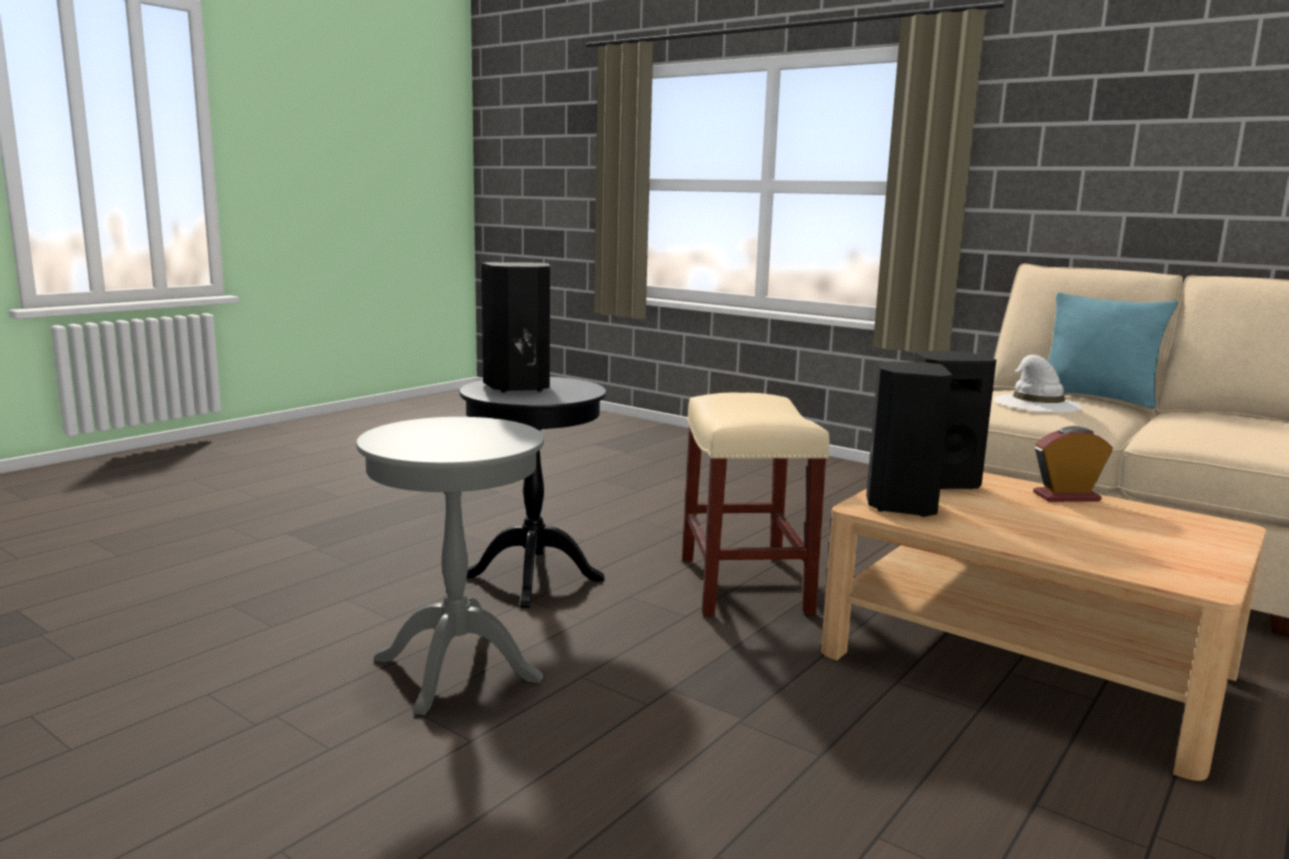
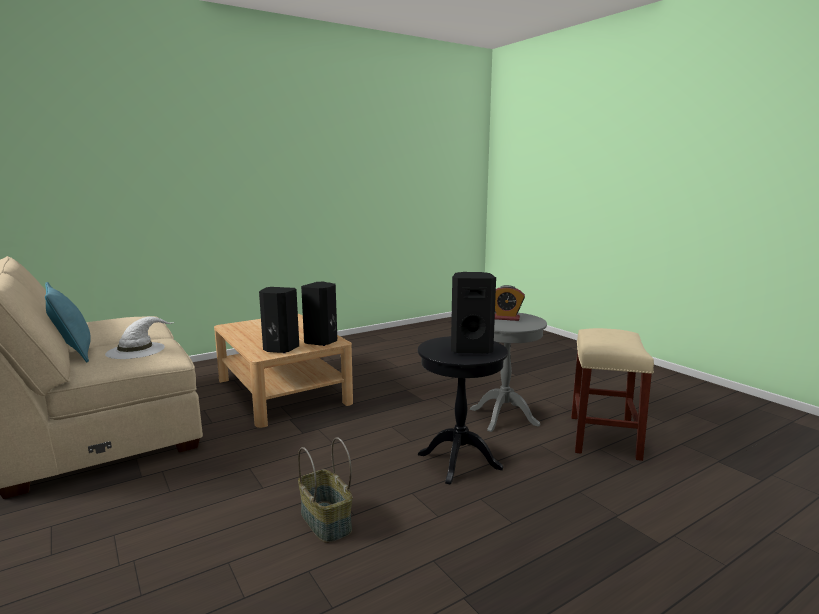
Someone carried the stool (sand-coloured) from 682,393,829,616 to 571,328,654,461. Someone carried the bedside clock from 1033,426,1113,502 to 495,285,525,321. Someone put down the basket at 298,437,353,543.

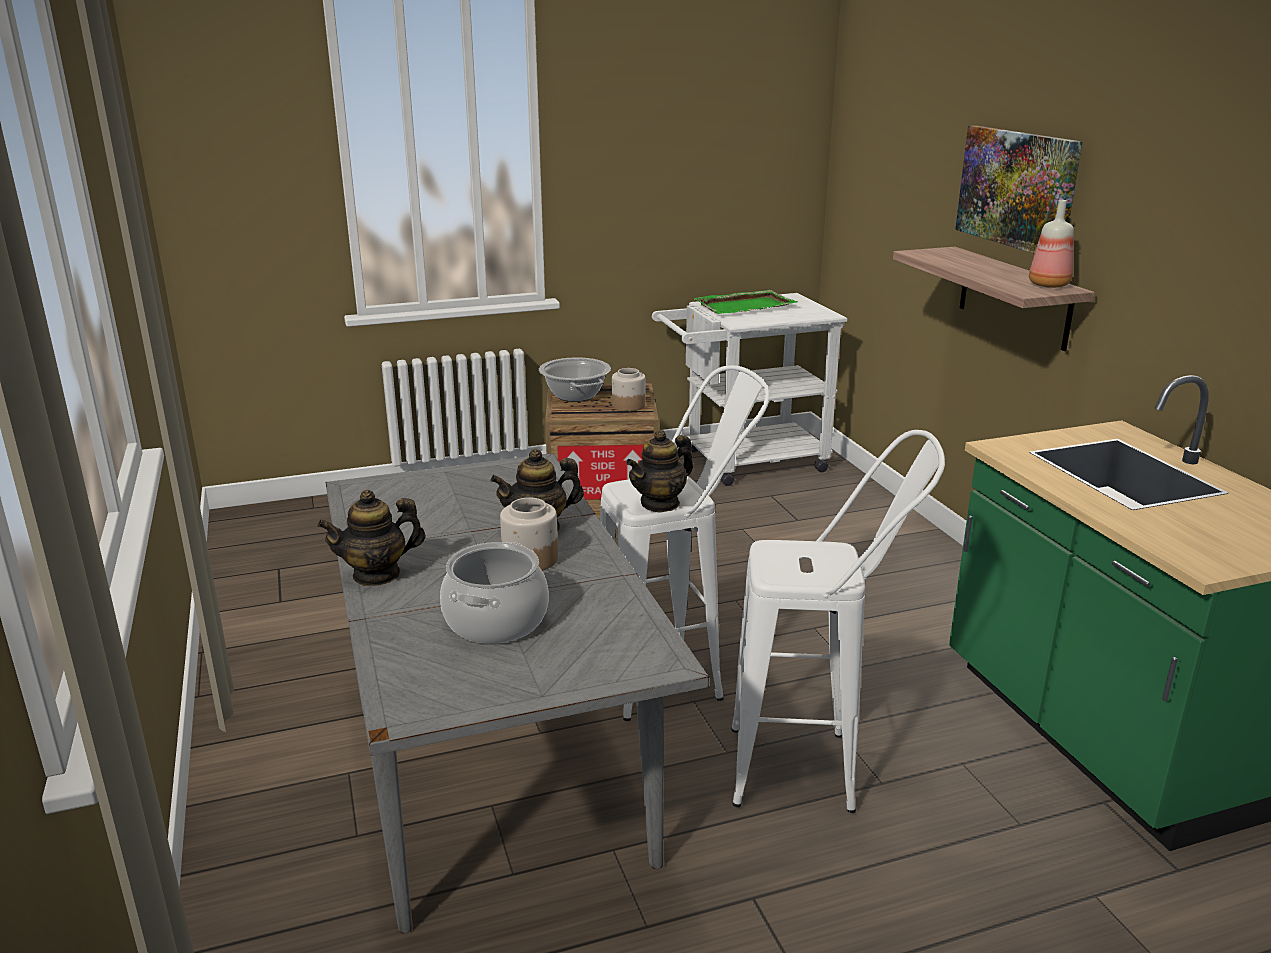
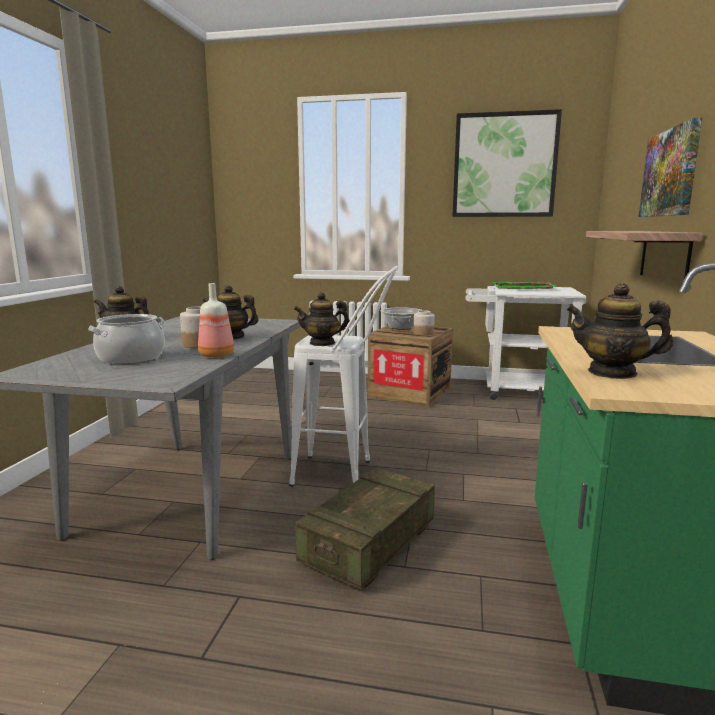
Someone swapped the stool (white) at 731,430,945,813 for the crate at 295,468,435,590. Someone carried the bottle from 1029,200,1074,288 to 198,283,234,358. Someone put up the wall art at 452,109,562,217. Someone put down the tea pot at 567,283,673,379.

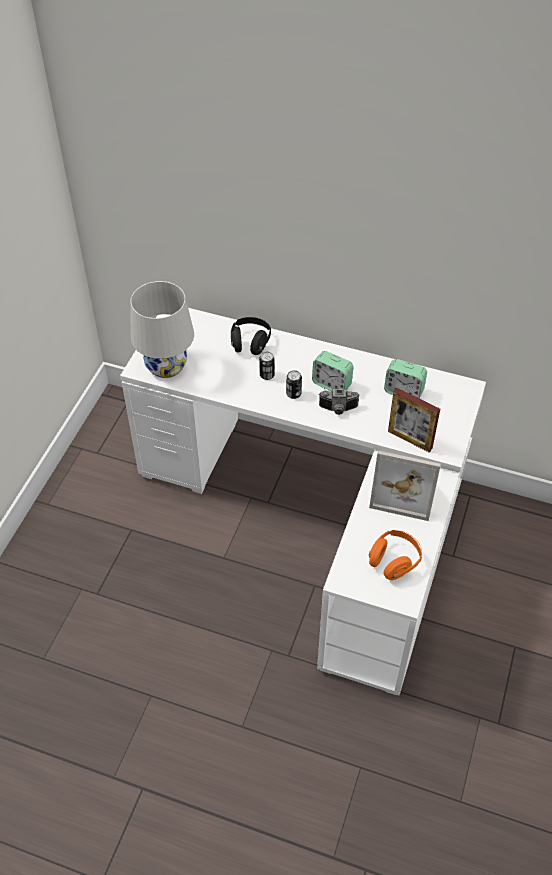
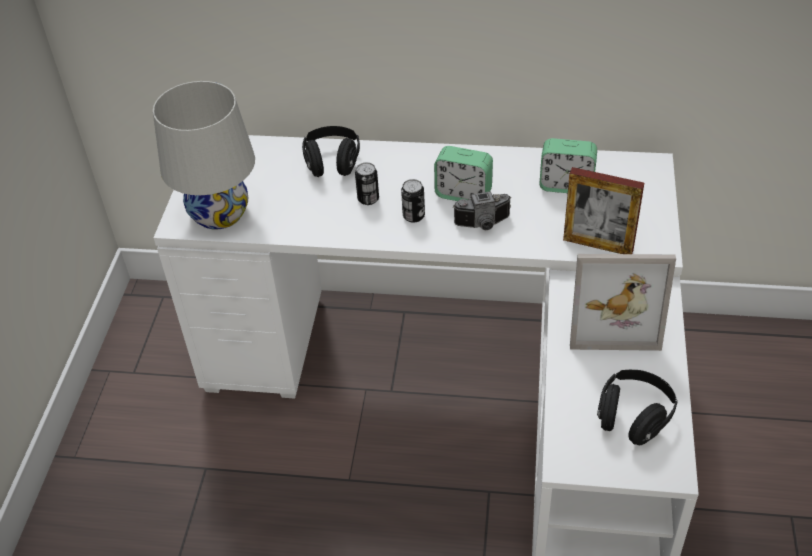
Someone repainted the headphones (orange-coloured) at 369,530,422,580, which became the headphones (black) at 597,370,678,445.

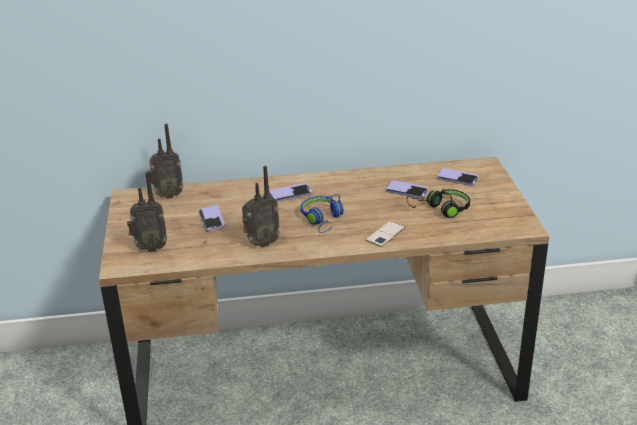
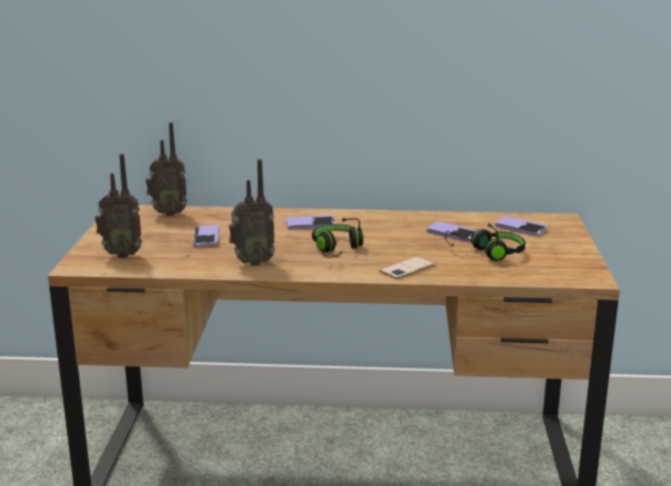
Someone repainted the headphones (bluish) at 301,195,344,233, which became the headphones (black) at 312,218,364,258.

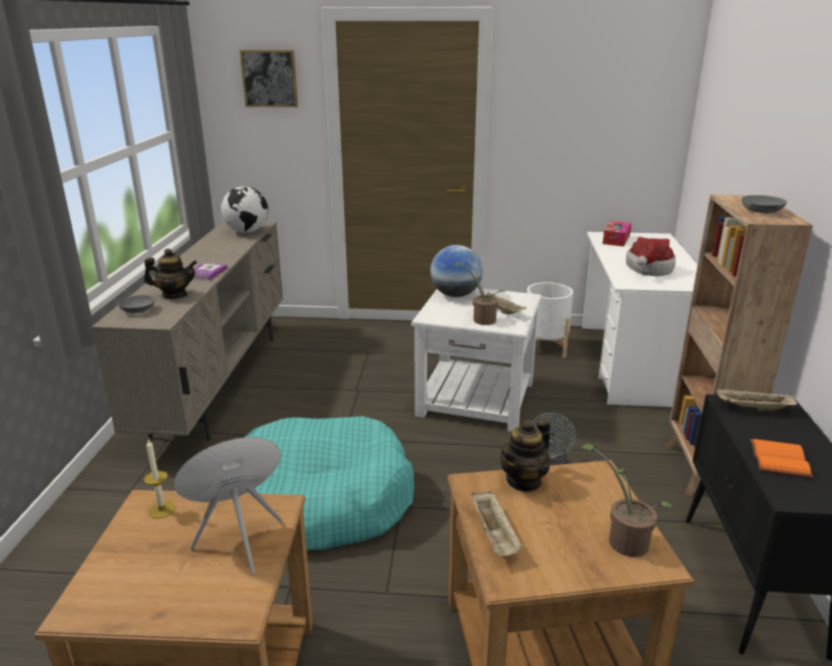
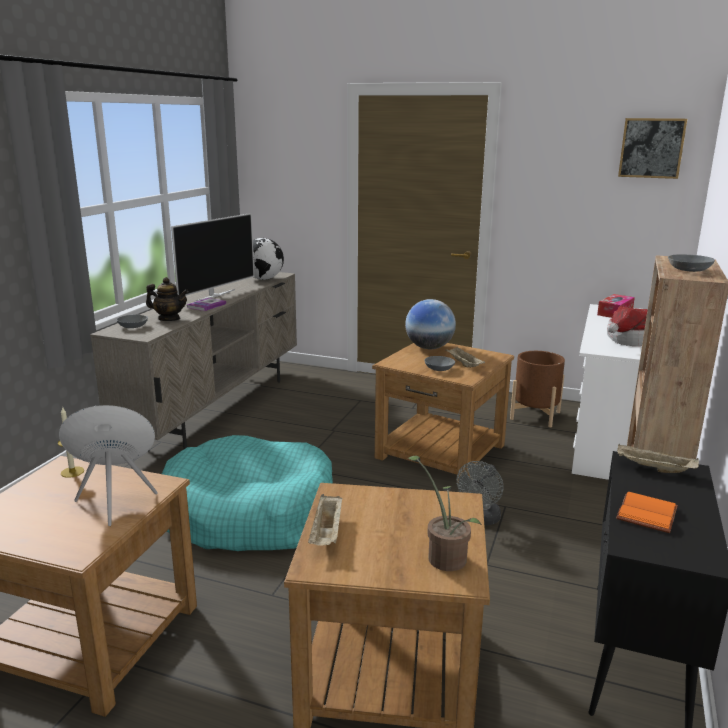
Someone carried the wall art from 240,50,298,107 to 618,118,687,179. Someone repainted the accent table (white) at 411,288,541,432, which became the accent table (brown) at 372,343,514,483. Someone swapped the potted plant at 454,263,507,325 for the bowl (gray) at 424,356,455,371. Someone took away the tea pot at 500,419,550,492. Someone repainted the plant pot (white) at 527,282,573,358, which became the plant pot (brown) at 510,351,565,427. Someone put down the TV at 171,213,254,301.

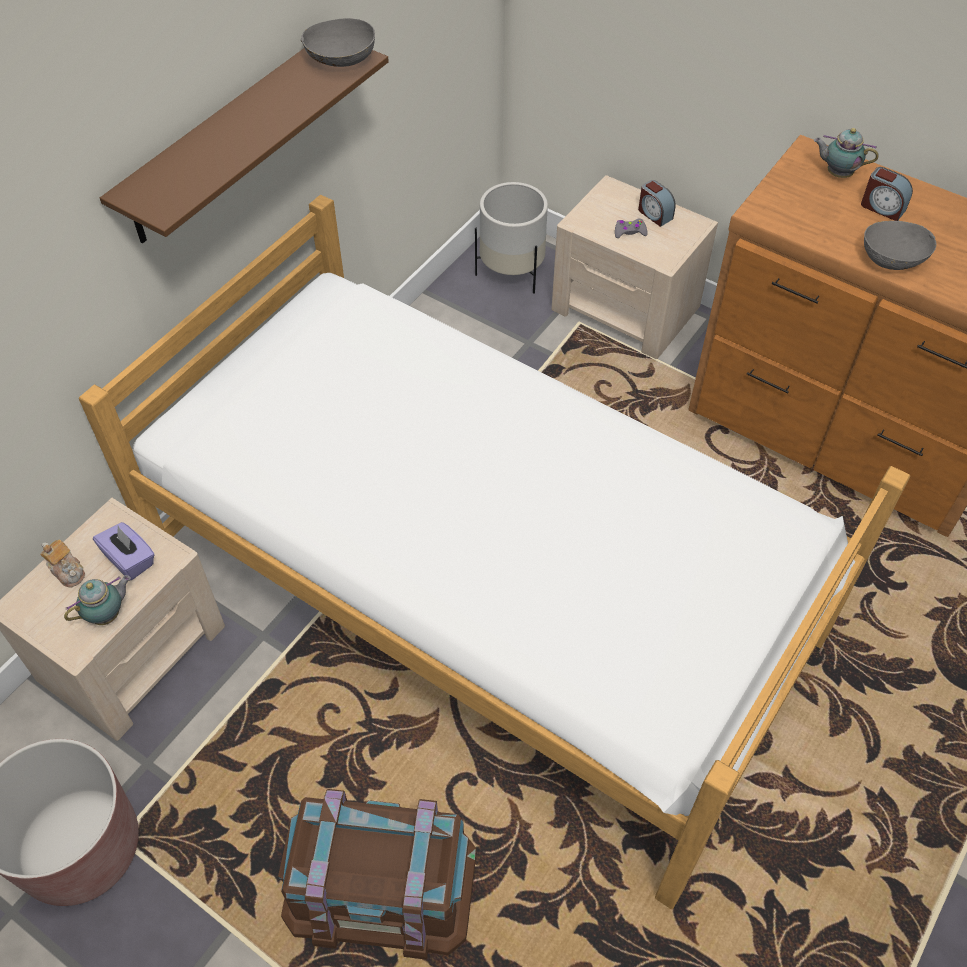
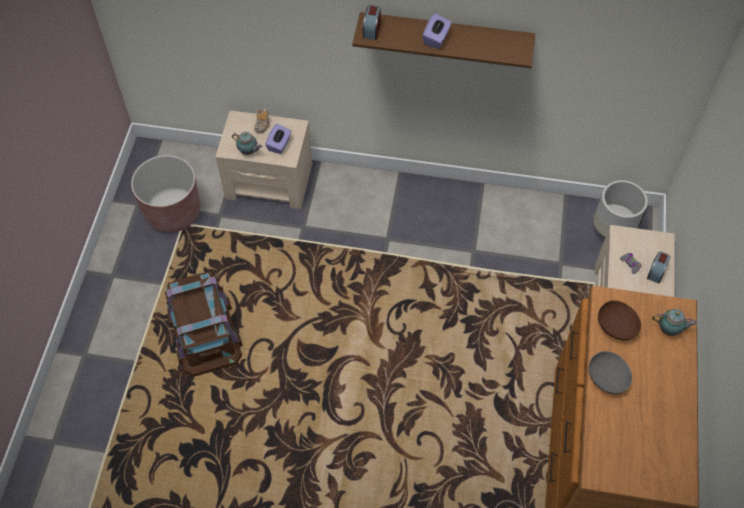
Someone took away the sleeping bed at 79,194,911,909. Someone took away the bowl (gray) at 301,18,375,67. Someone rotated the tea pot at 814,128,879,178 by 105 degrees clockwise. Someone carried the bedside clock from 861,167,913,221 to 363,5,381,40. Someone put down the box of tissues (purplish) at 423,13,452,49. Someone put down the bowl (brown) at 598,300,642,340.

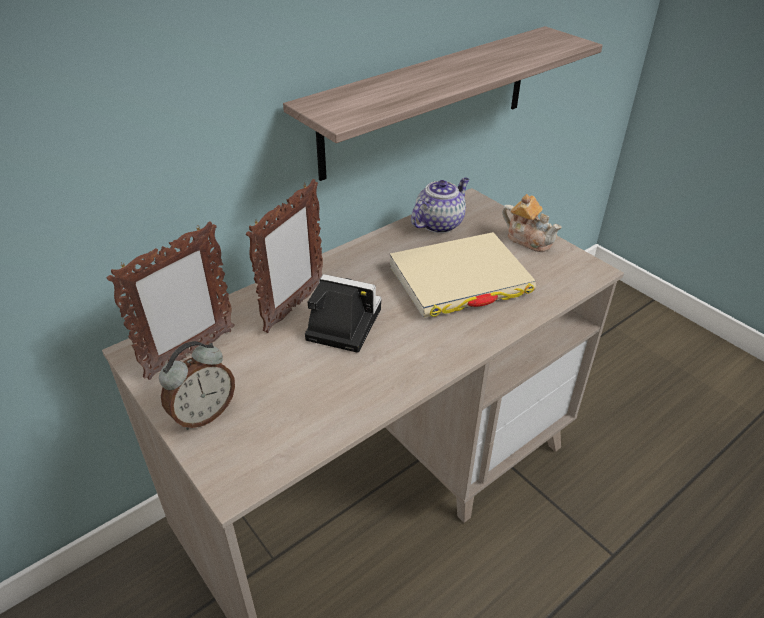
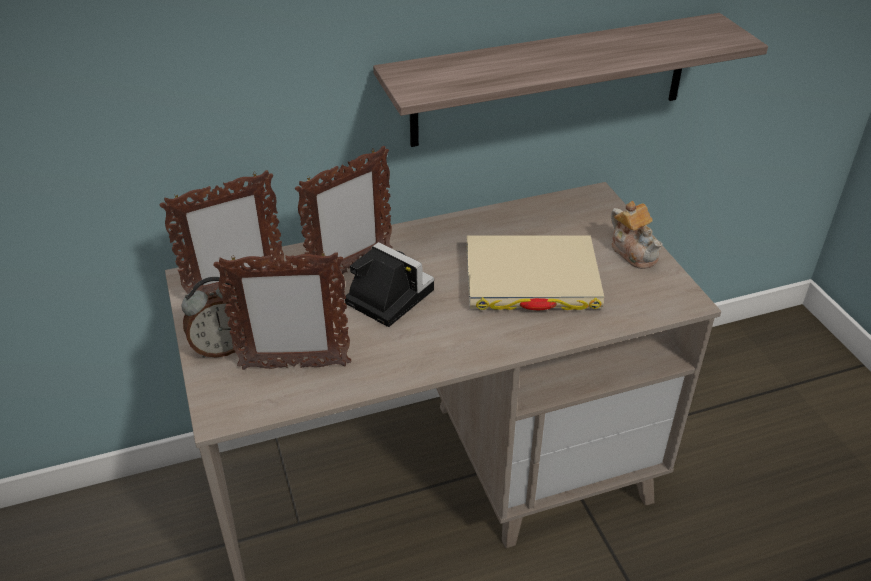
Someone took away the tea pot at 411,178,470,233. Someone put down the photo frame at 213,251,351,370.

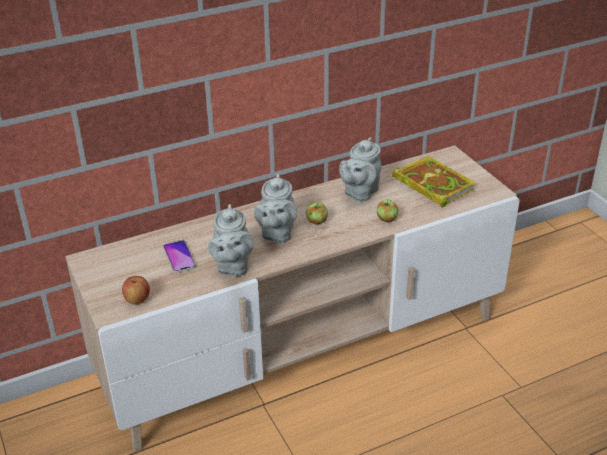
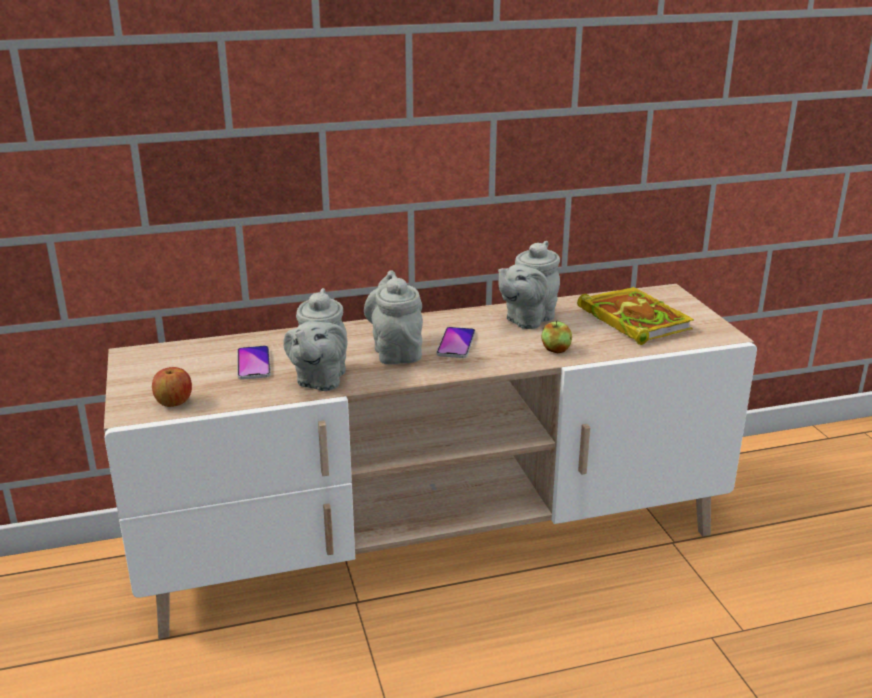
Someone rotated the tea pot (gray) at 254,174,297,243 by 150 degrees clockwise. Someone swapped the whole apple at 306,203,328,225 for the telephone at 437,327,475,358.

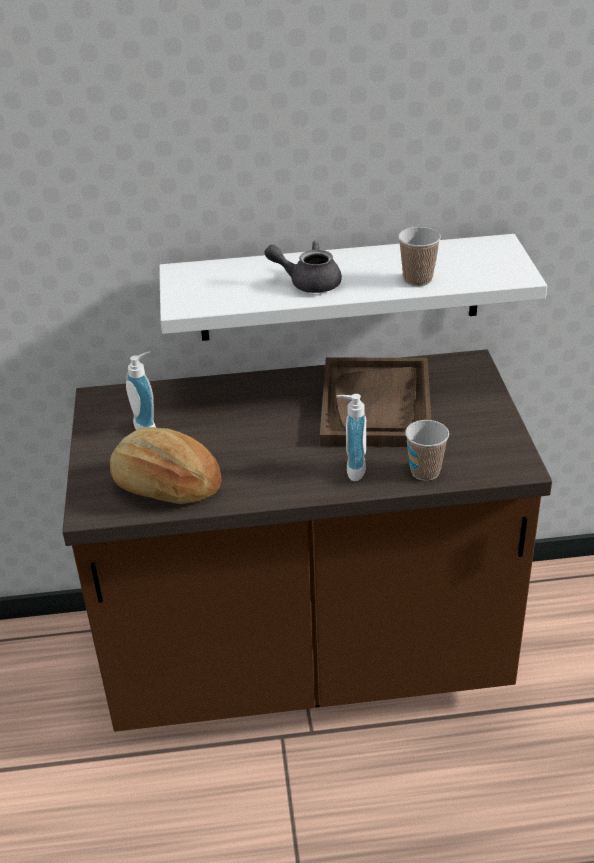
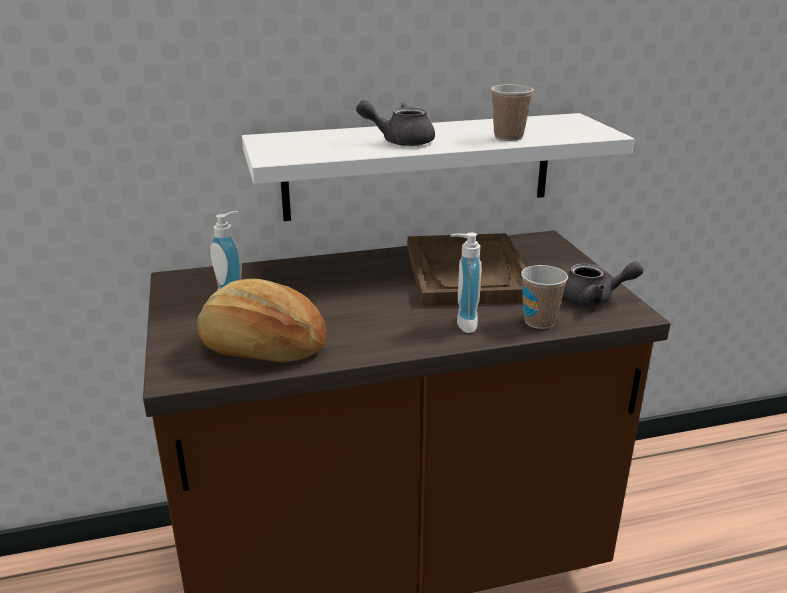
Someone put down the tea pot (gray) at 562,262,643,306.

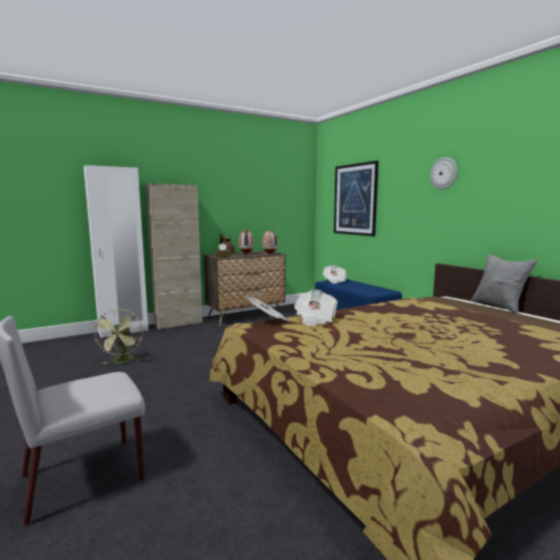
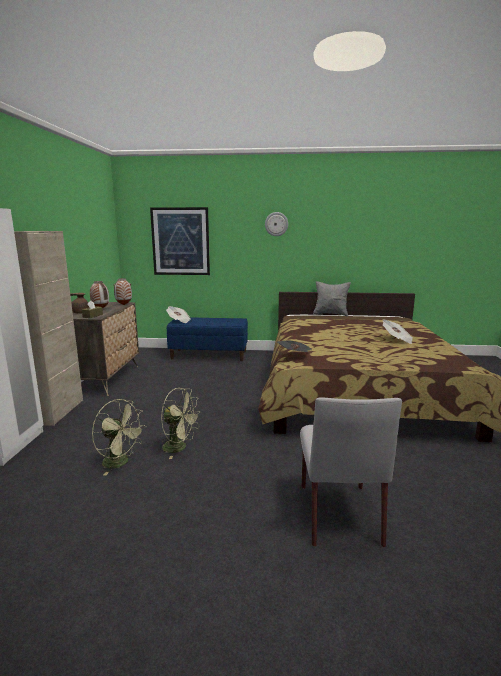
Someone carried the daily paper from 294,290,338,326 to 382,319,413,344. Someone put down the cooling fan (green) at 161,388,201,459.

